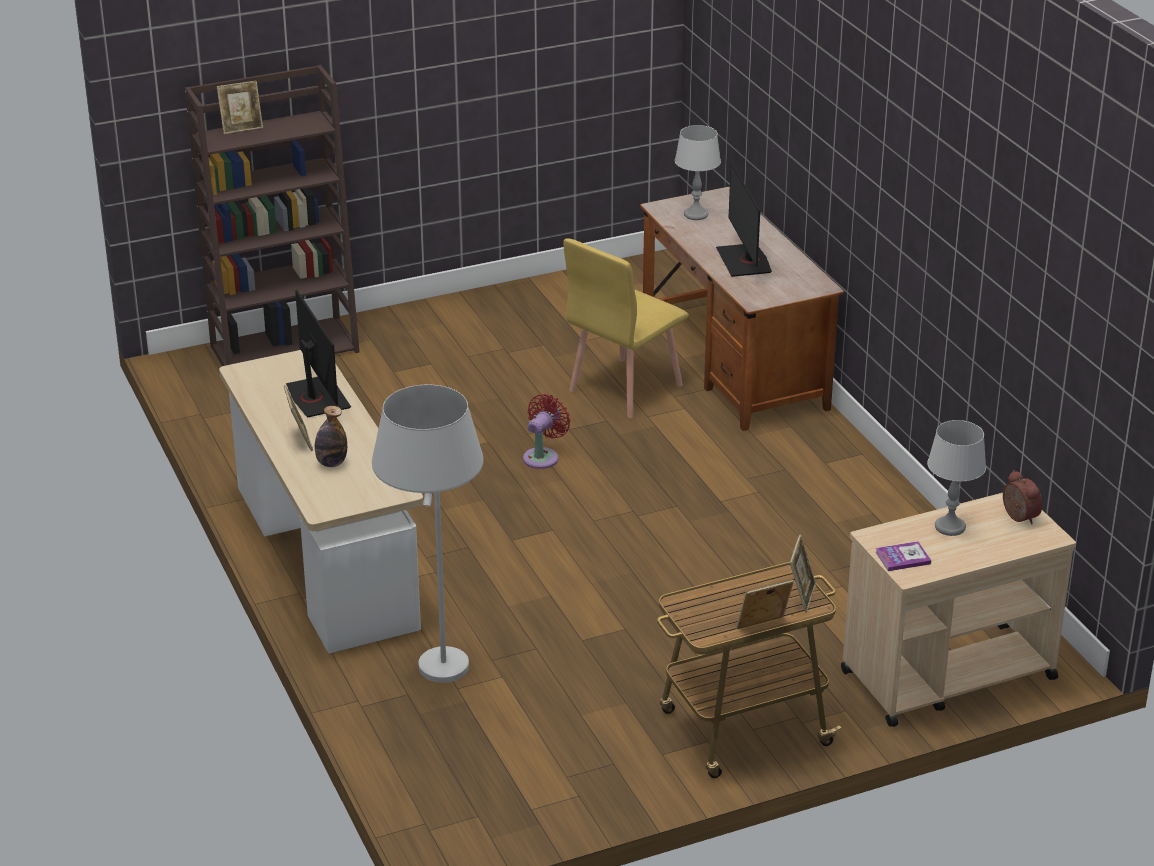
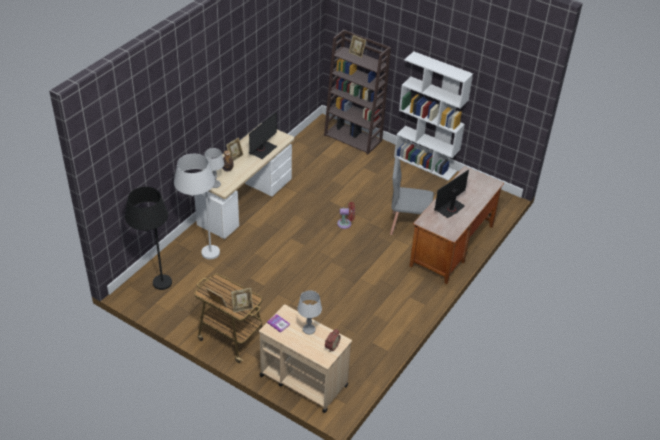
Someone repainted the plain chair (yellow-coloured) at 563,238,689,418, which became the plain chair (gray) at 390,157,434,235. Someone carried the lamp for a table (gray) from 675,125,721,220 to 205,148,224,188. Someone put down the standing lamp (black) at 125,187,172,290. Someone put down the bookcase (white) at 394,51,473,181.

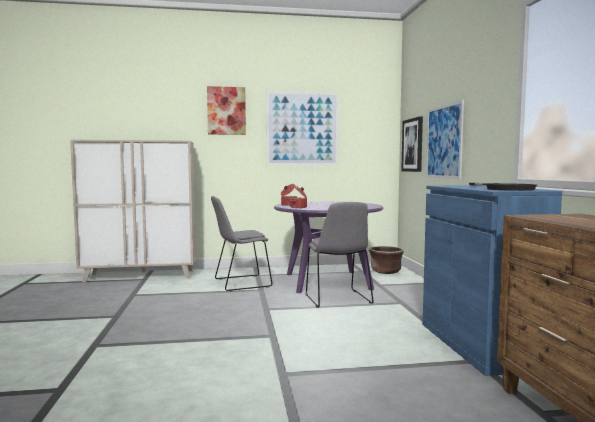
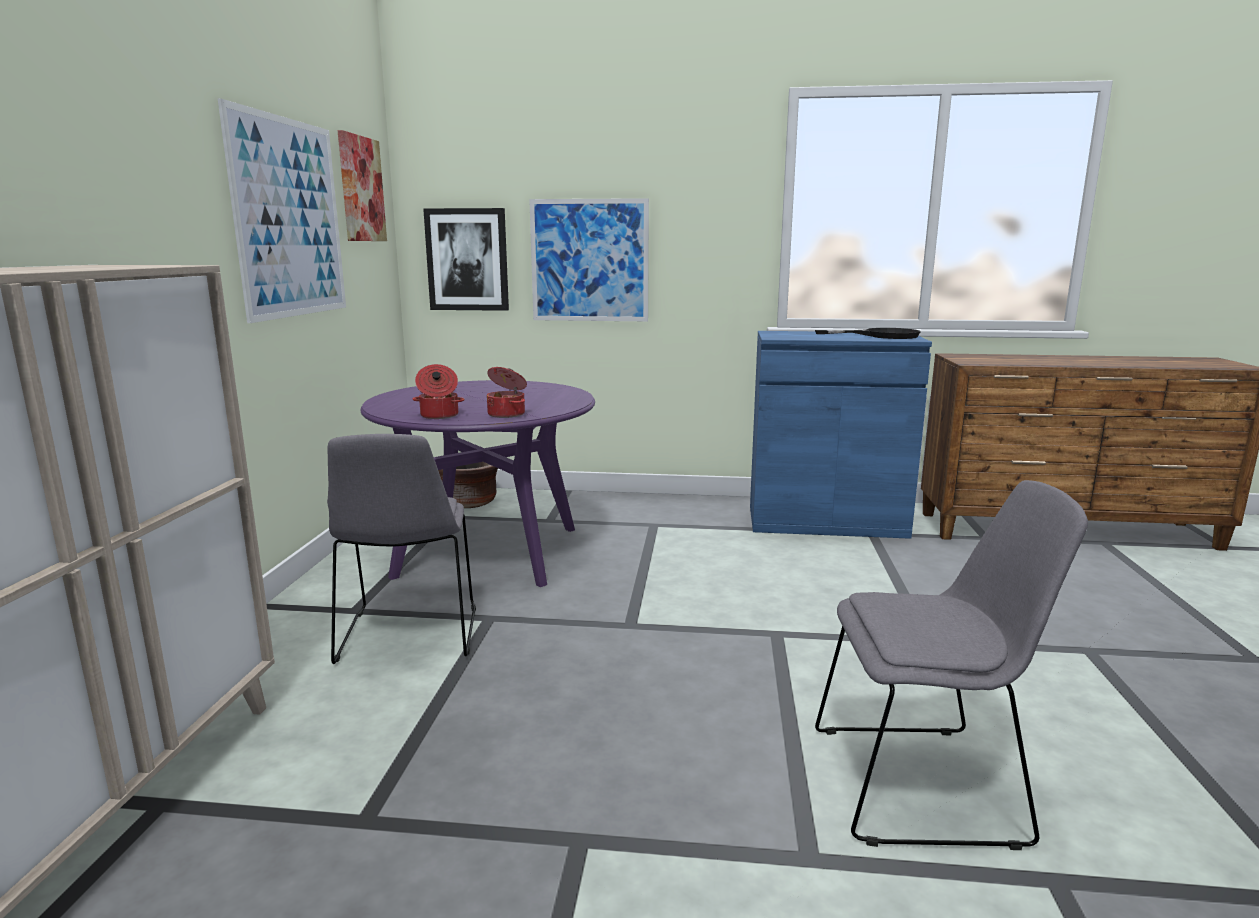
Someone carried the wall art from 207,86,246,135 to 338,130,387,241. Someone carried the plain chair (gray) from 306,202,374,308 to 815,480,1088,850.

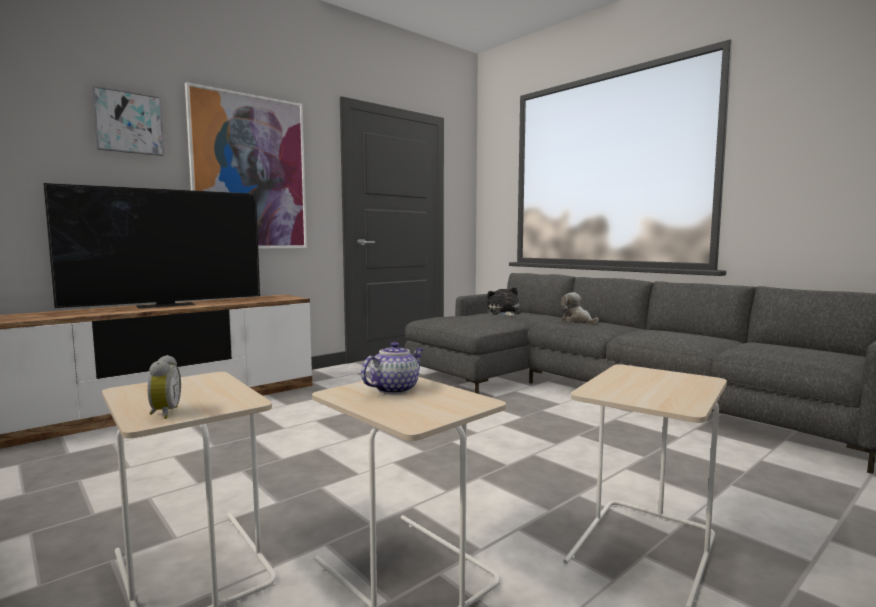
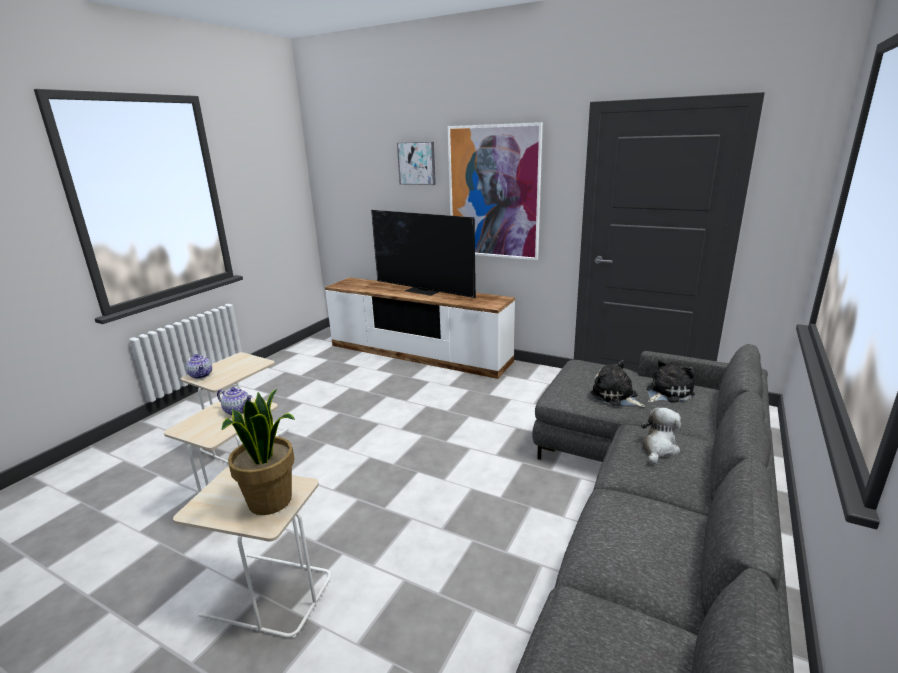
Someone swapped the bedside clock at 147,355,181,419 for the tea pot at 186,354,212,379. Someone put down the potted plant at 221,388,295,515. Someone put down the soft toy at 590,360,645,407.

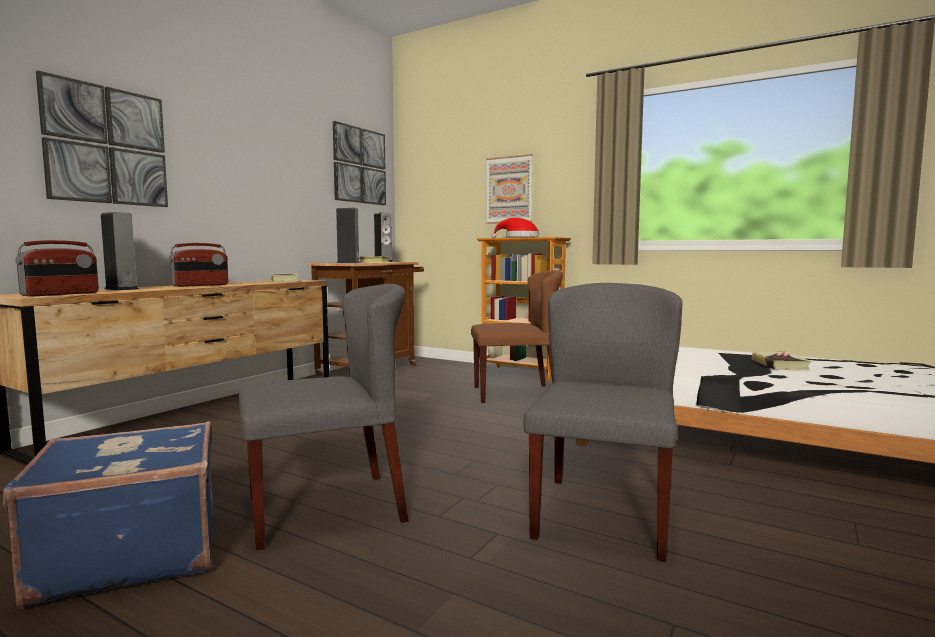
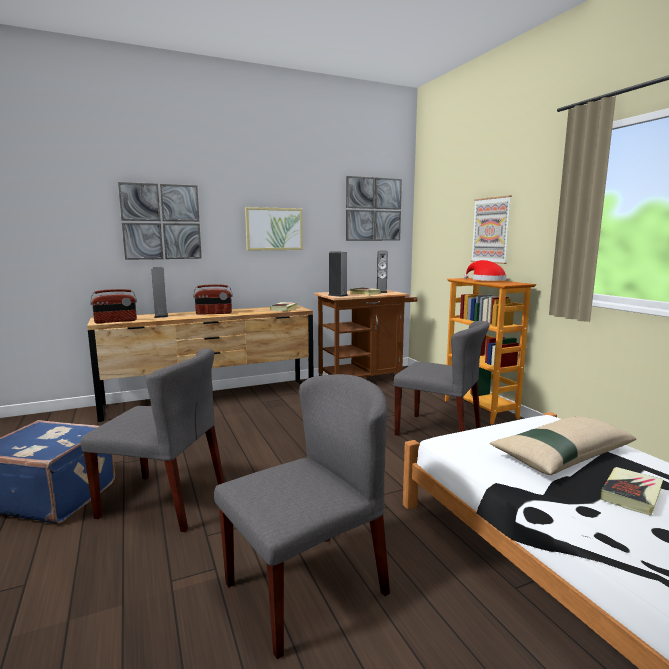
Someone repainted the plain chair (brown) at 471,270,563,403, which became the plain chair (gray) at 393,321,490,436. Someone put up the wall art at 245,207,303,251. Someone put down the throw pillow (sand-coloured) at 490,416,636,475.

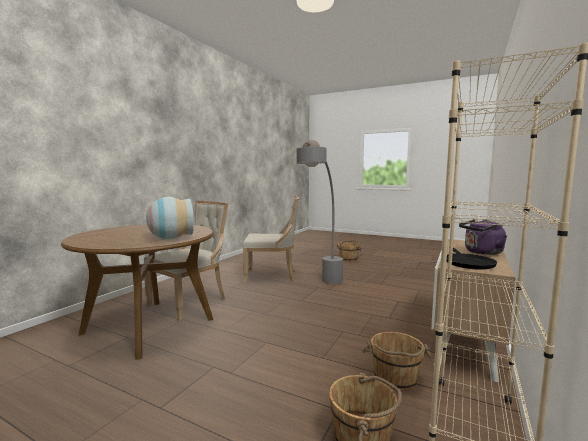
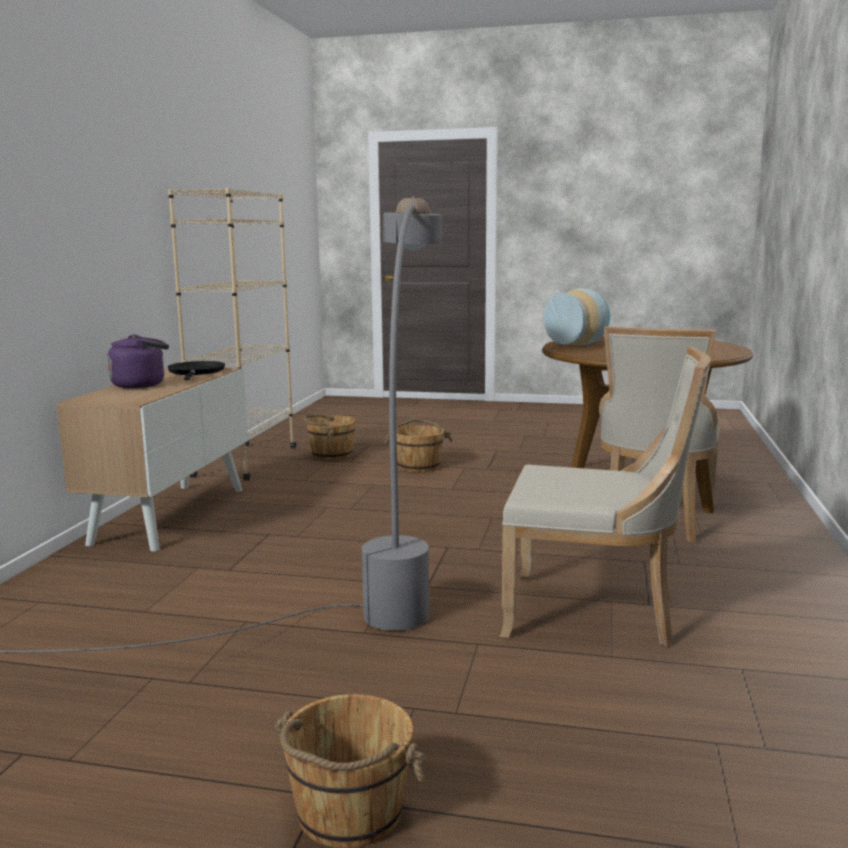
Someone rotated the plain chair (sand-coloured) at 243,196,300,283 by 150 degrees counterclockwise. Someone carried the bucket (brown) from 362,332,432,391 to 385,418,453,473.

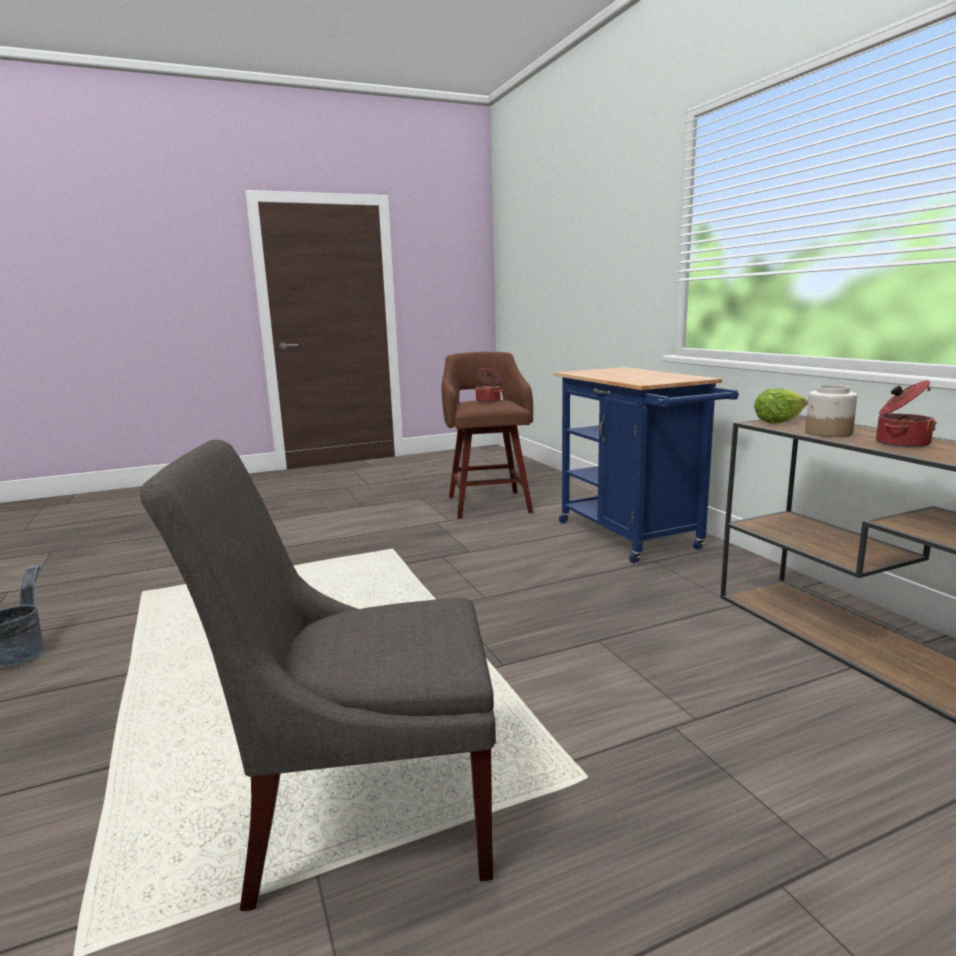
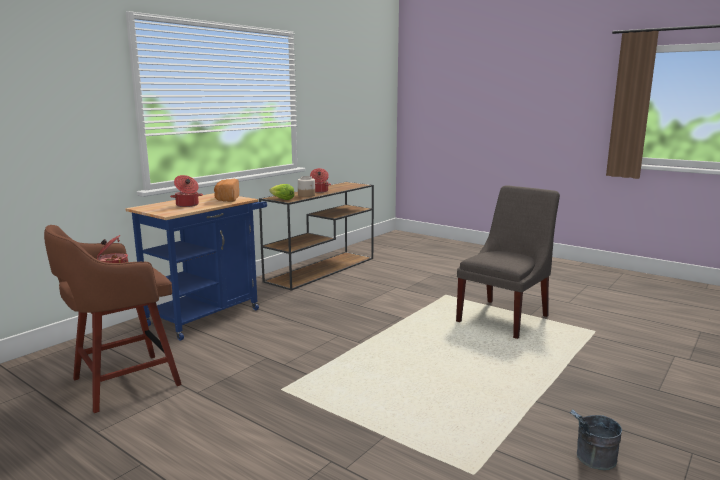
Someone rotated the plain chair (gray) at 140,440,496,911 by 105 degrees counterclockwise. Someone put down the stockpot at 170,175,203,207. Someone put down the baked bread at 214,179,239,202.

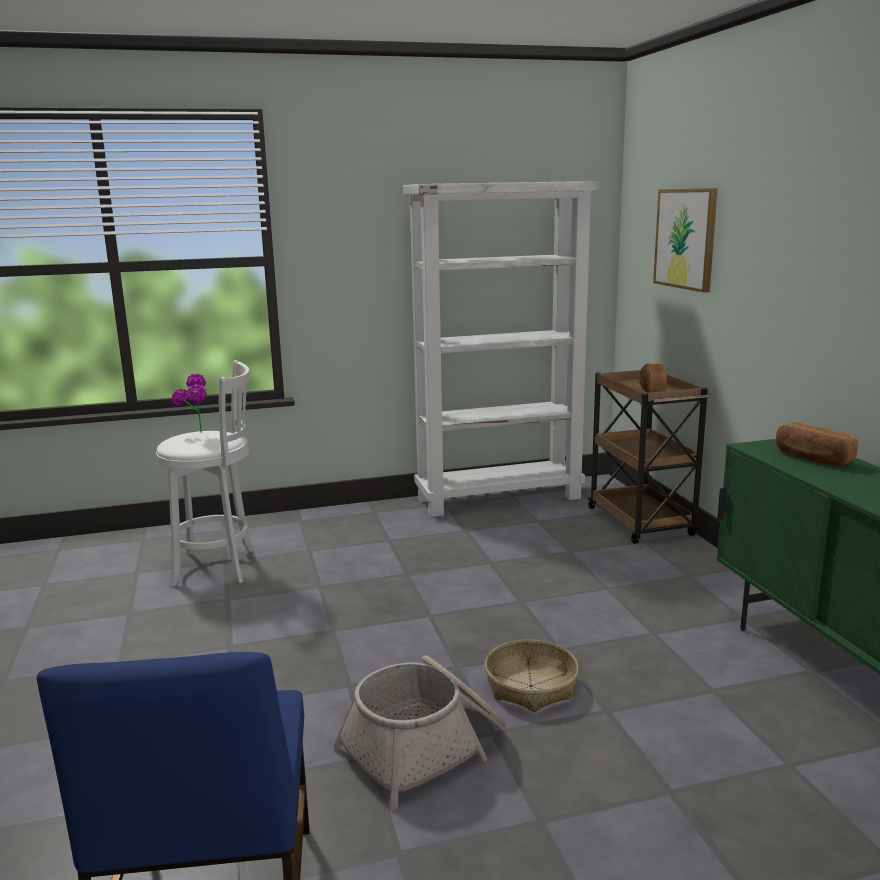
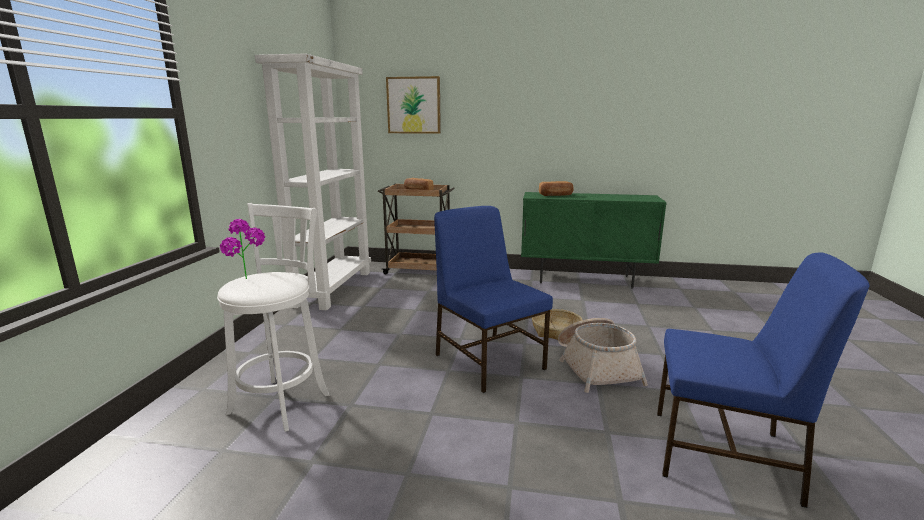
Someone put down the plain chair (bluish) at 434,206,553,393.

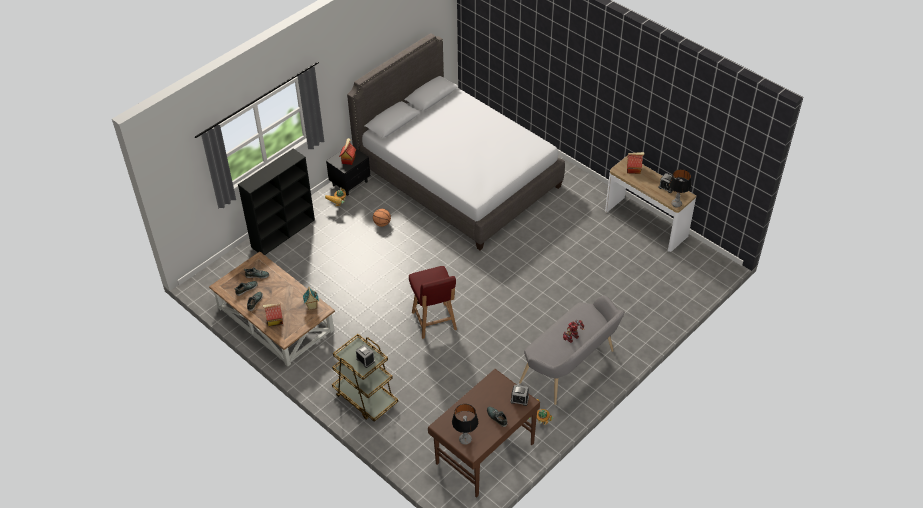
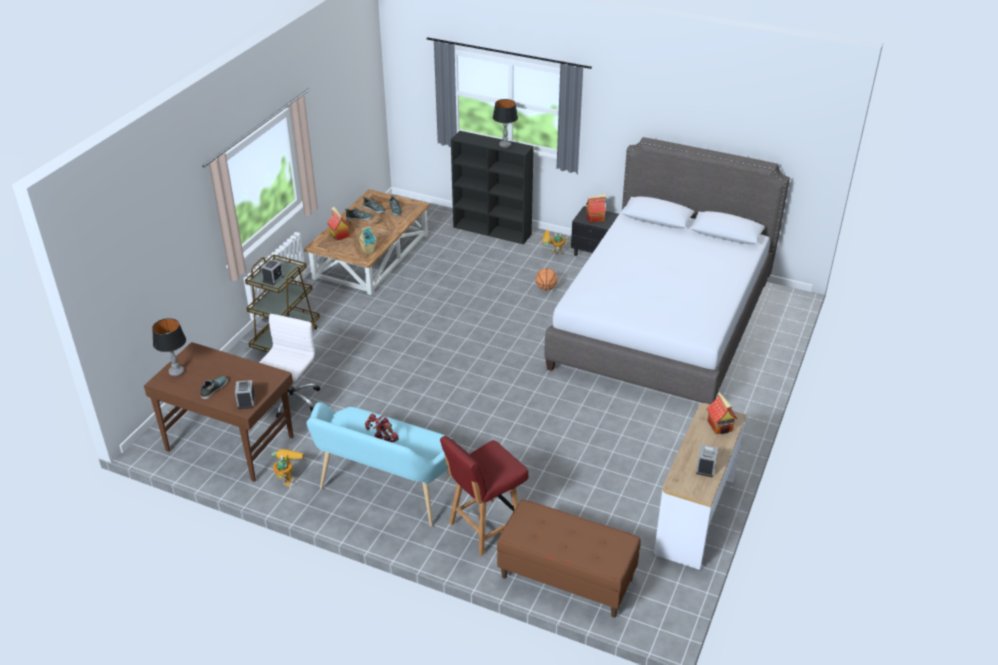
Someone carried the plain chair (red) from 409,266,457,339 to 440,436,529,556. Someone repainted the indoor bench (gray) at 519,296,625,405, which became the indoor bench (blue-green) at 306,402,453,526. Someone carried the lamp for a table from 669,169,691,208 to 493,99,518,148. Someone put down the office chair (white) at 259,314,320,418. Someone put down the indoor bench (brown) at 497,499,641,618.

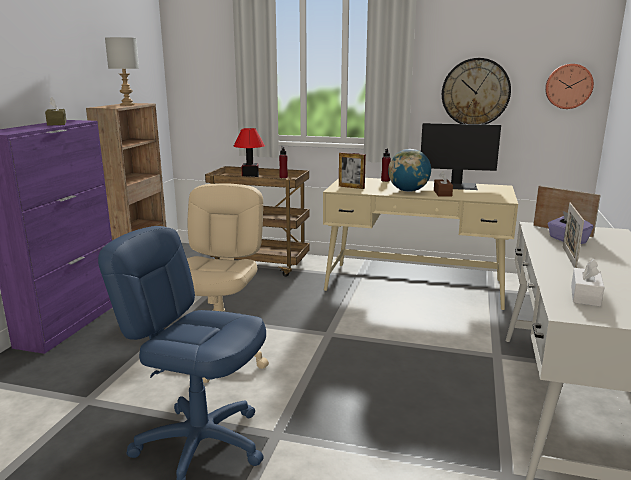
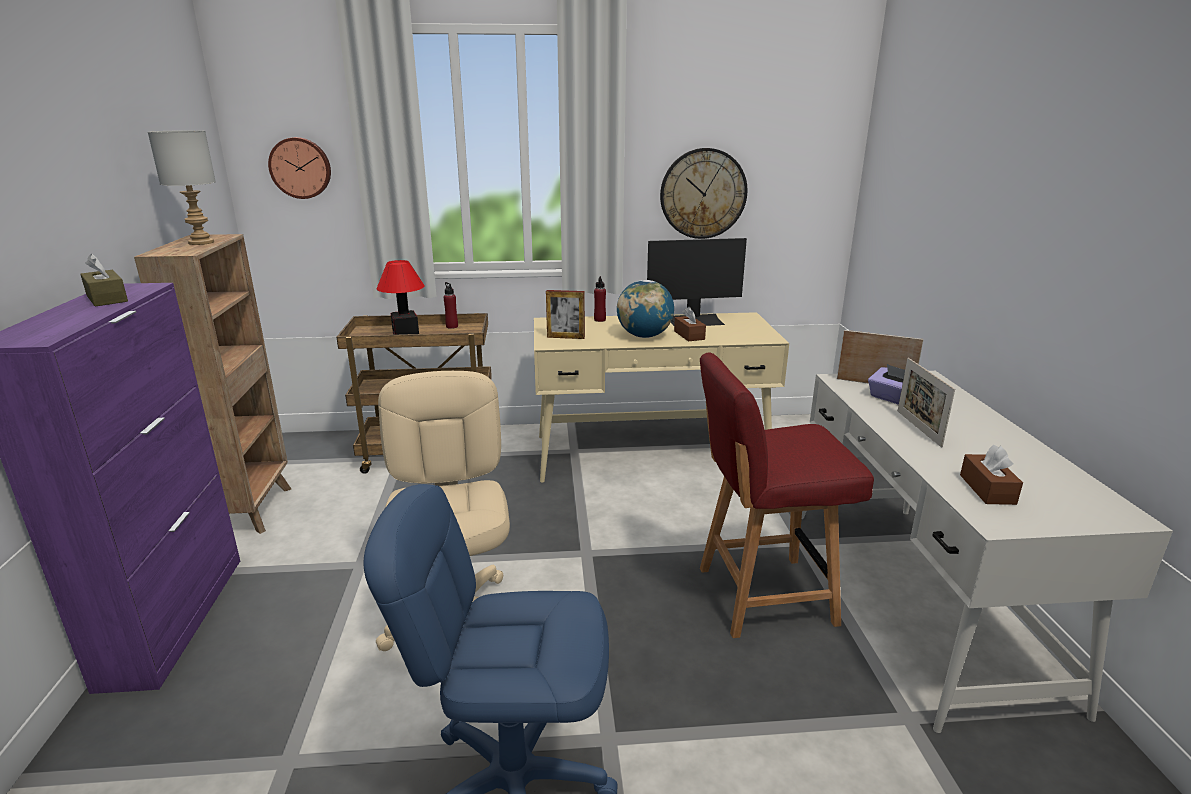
Someone carried the hanging clock from 545,64,594,109 to 268,137,331,199. Someone repainted the box of tissues (white) at 571,259,604,307, which became the box of tissues (brown) at 960,445,1023,505. Someone put down the plain chair (red) at 700,353,874,638.

